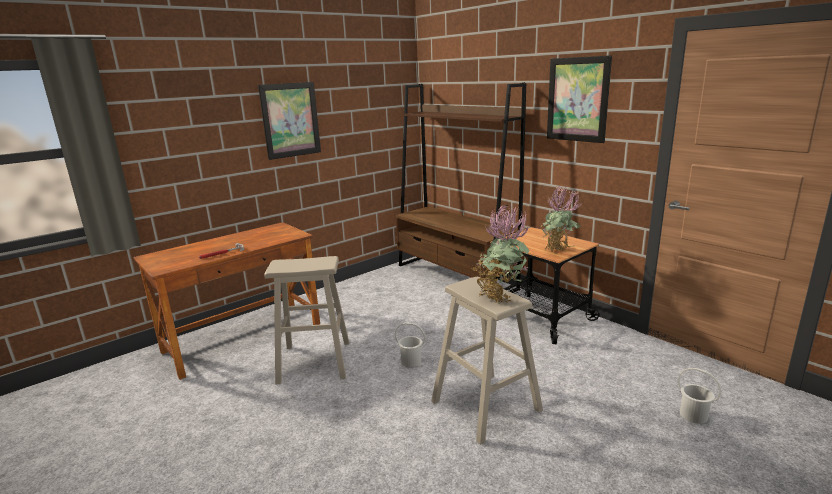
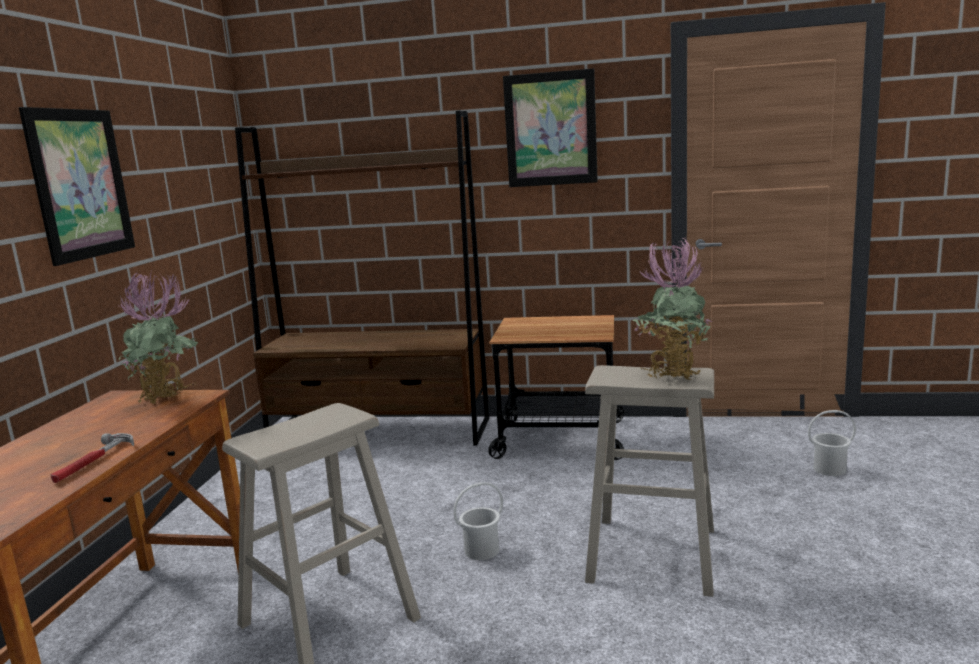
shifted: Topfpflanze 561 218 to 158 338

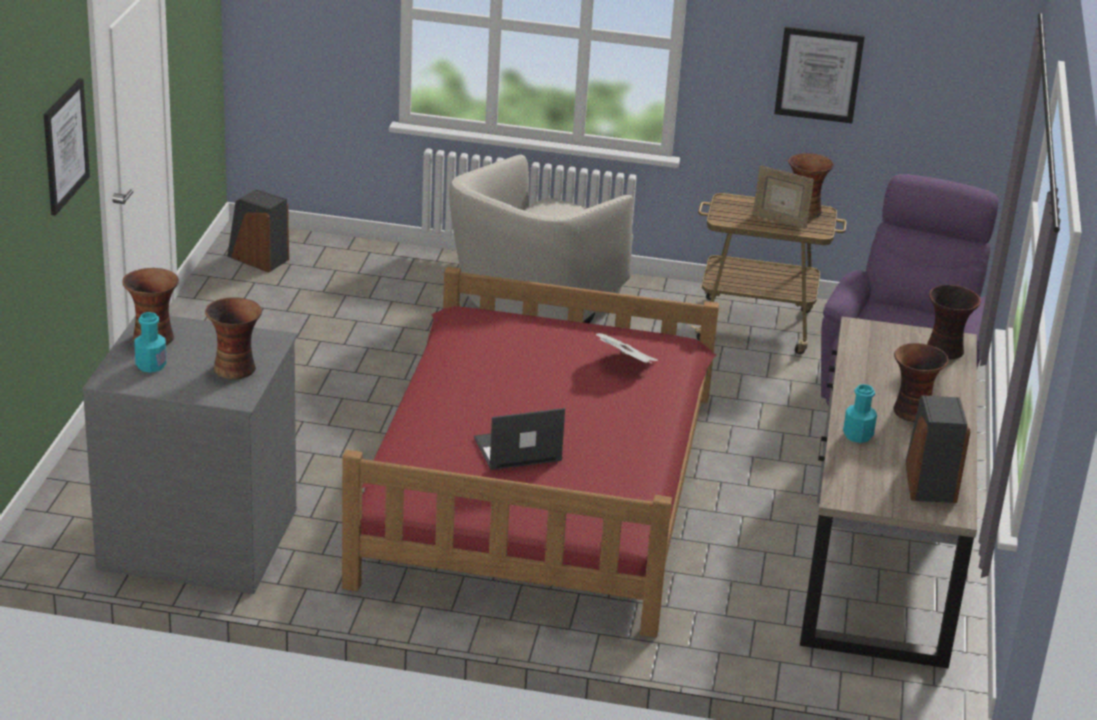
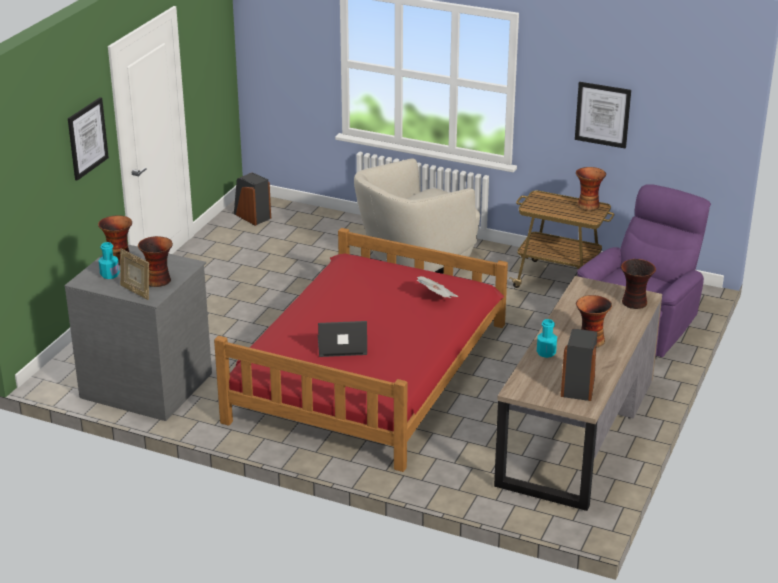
shifted: Bilderrahmen 783 197 to 134 274

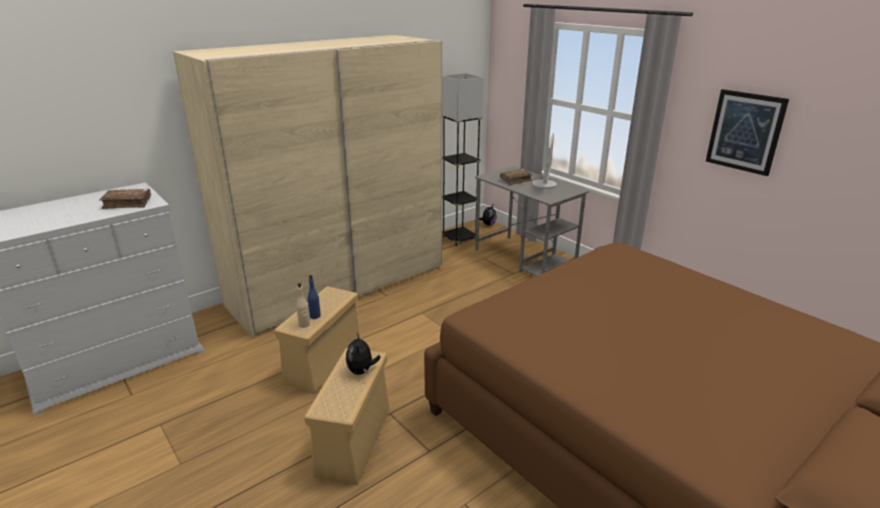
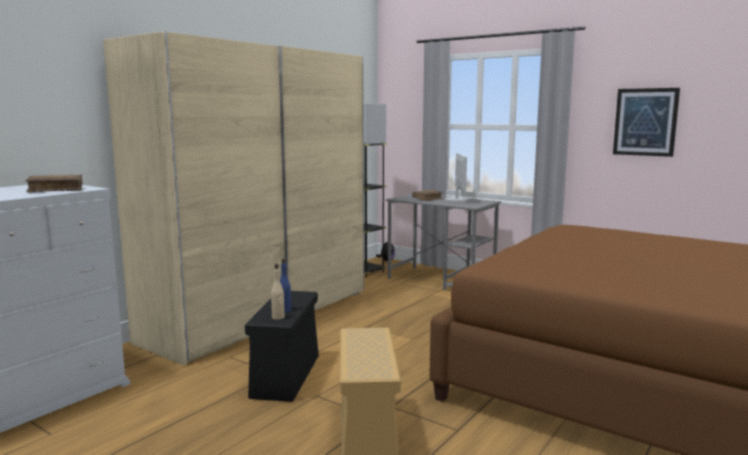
gone: Plüschtier 363 354
repainted: Aufbewahrungsbox (beige) 317 339 to Aufbewahrungsbox (schwarz) 282 346

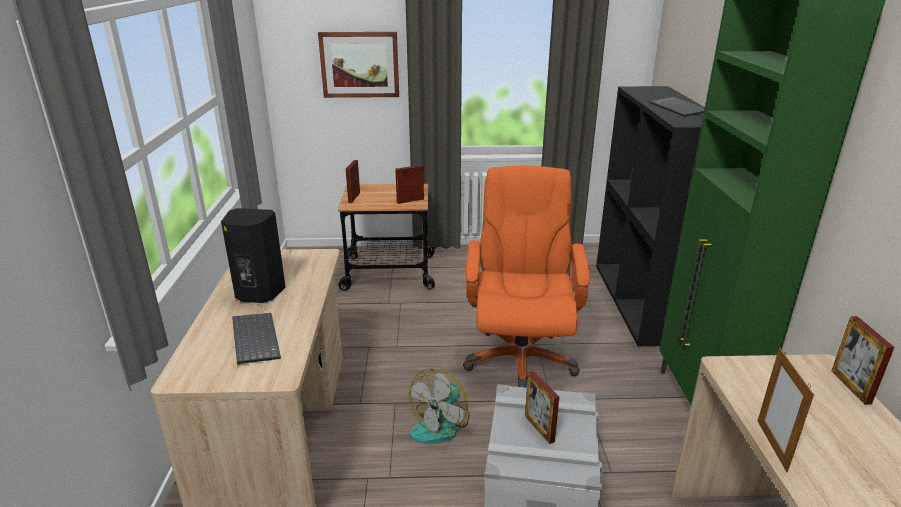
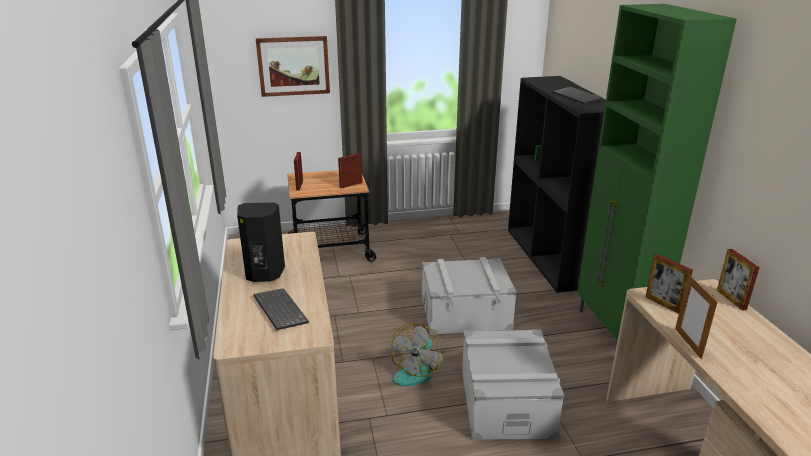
shifted: Bilderrahmen 542 407 to 669 284
swapped: Bürostuhl (orange) 526 276 to Aufbewahrungsbox (grau) 469 296

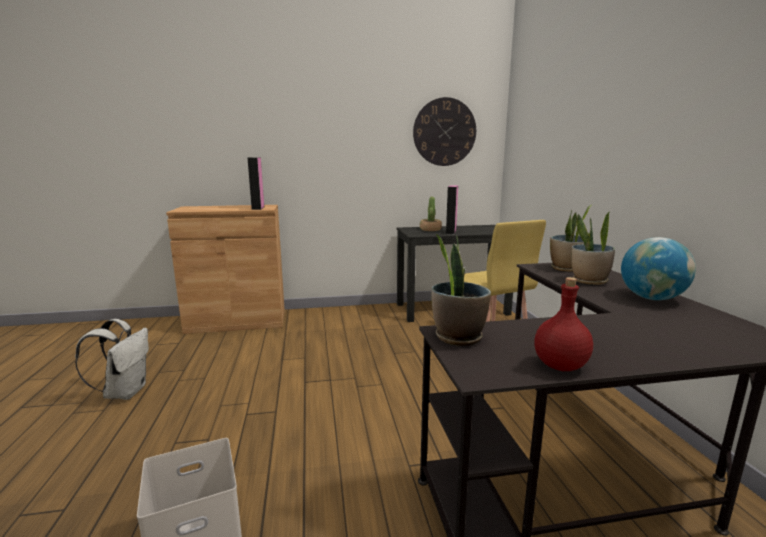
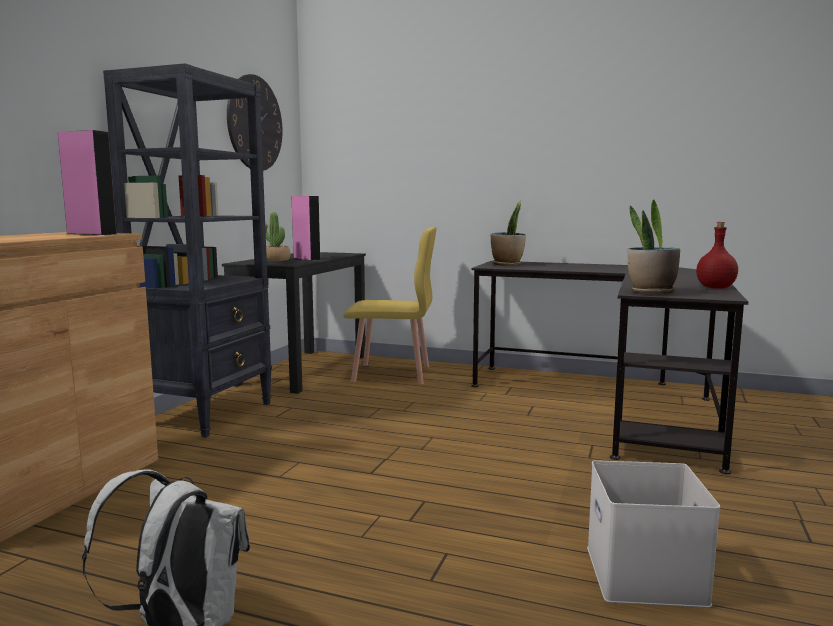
gone: Topfpflanze 593 248; Globus 658 268
new: Bücherregal (schwarz) 187 250

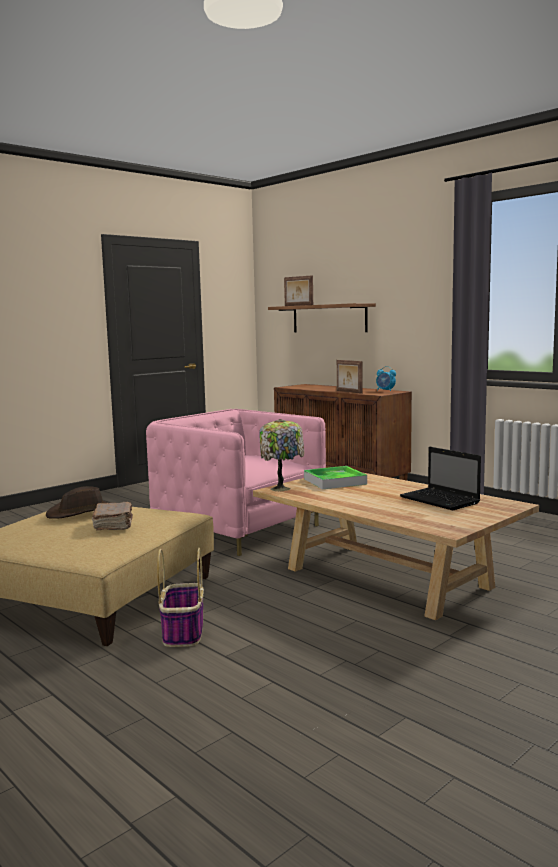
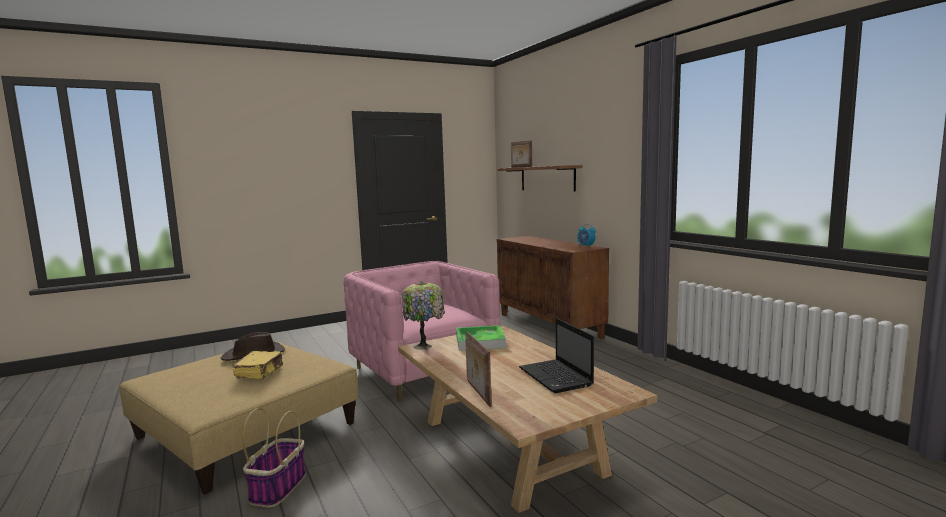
shifted: Bilderrahmen 350 377 to 478 369
repainted: Buch (braun) 112 516 to Buch (gelb) 258 365

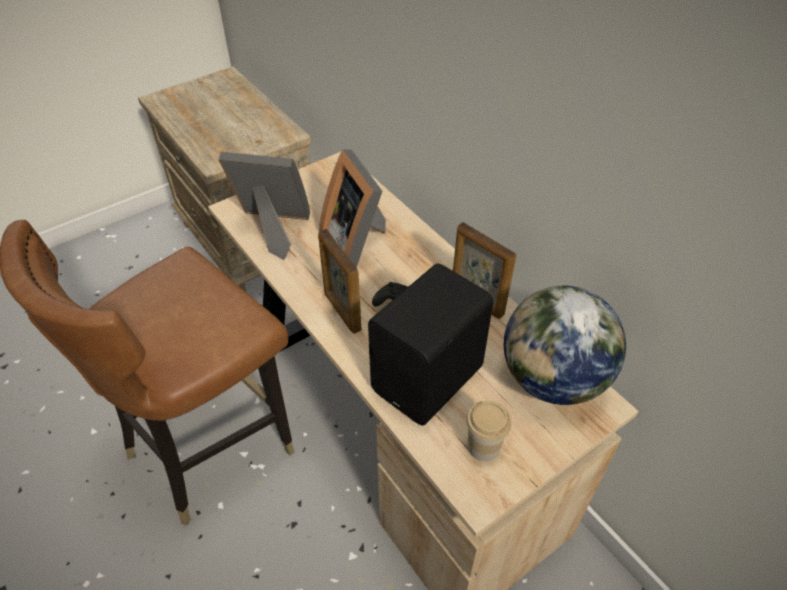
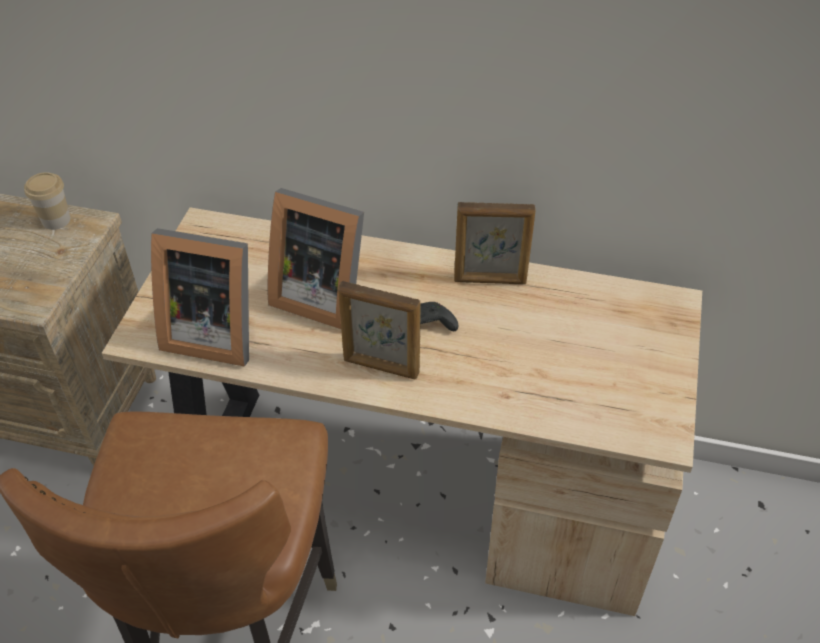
gone: Lautsprecher (schwarz) 430 344; Globus 565 345
shifted: Tasse 488 431 to 47 201
rotated: Bilderrahmen 264 206 = 200 297 135 degrees counterclockwise

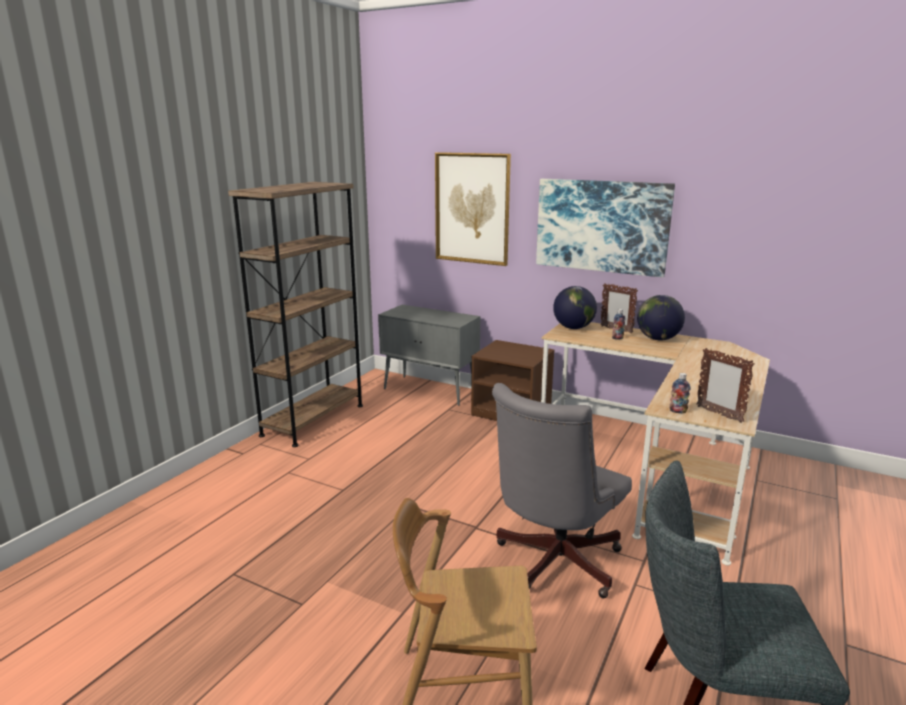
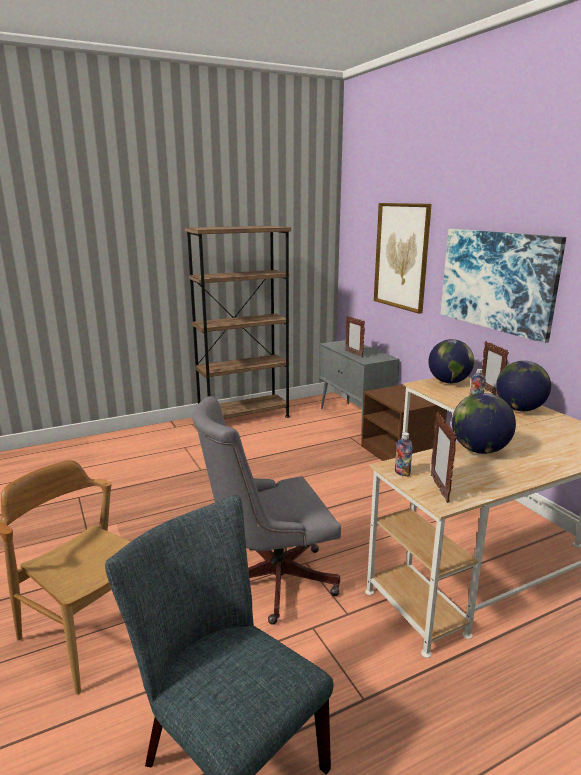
new: Bilderrahmen 355 336; Globus 484 423

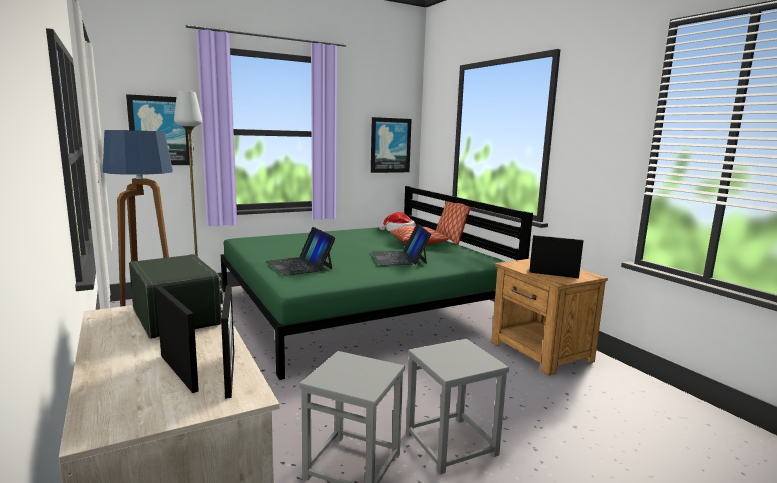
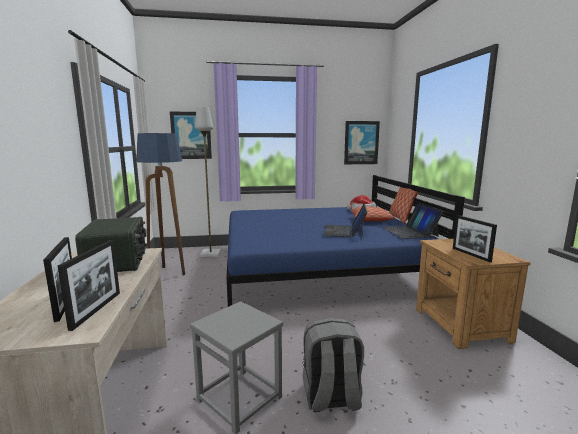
shifted: Laptop 301 251 to 412 221
swapped: Hocker (grau) 457 406 to Rucksack (grau) 333 365
repainted: Bett (grün) 377 283 to Bett (blau) 346 241
rotated: Bilderrahmen 556 256 = 475 238 150 degrees counterclockwise

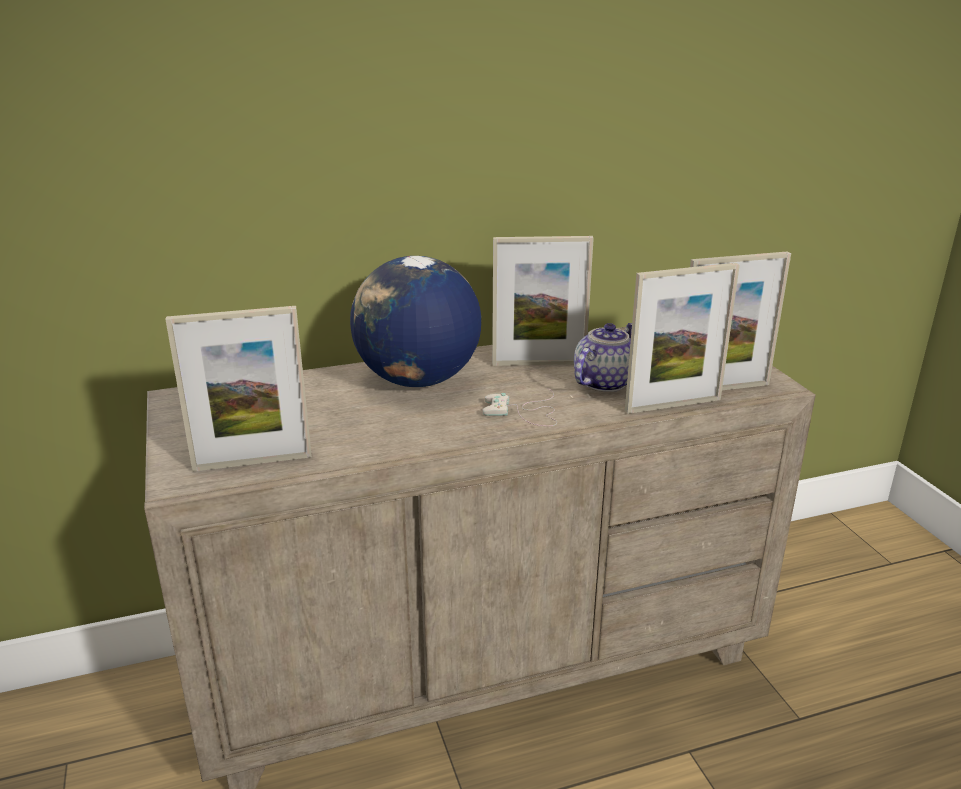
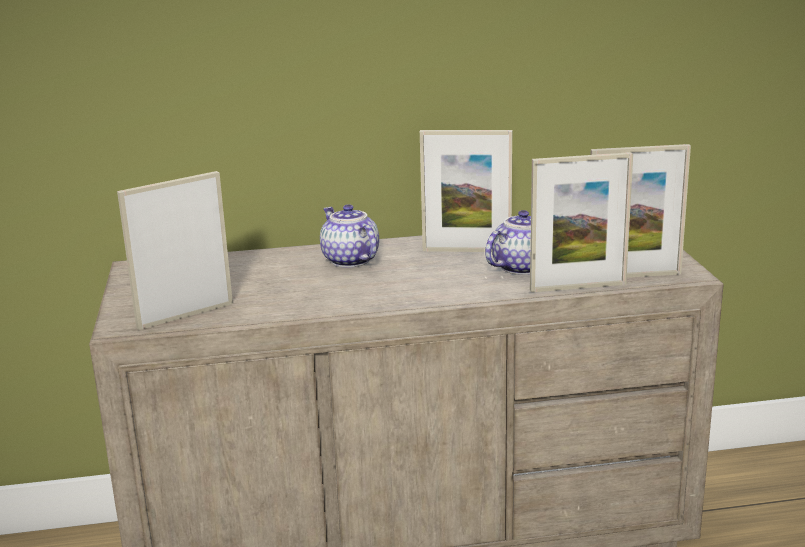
gone: Gamepad (weiß) 519 407
swapped: Globus 415 321 to Teekanne 349 236
rotated: Bilderrahmen 238 389 = 175 250 150 degrees clockwise

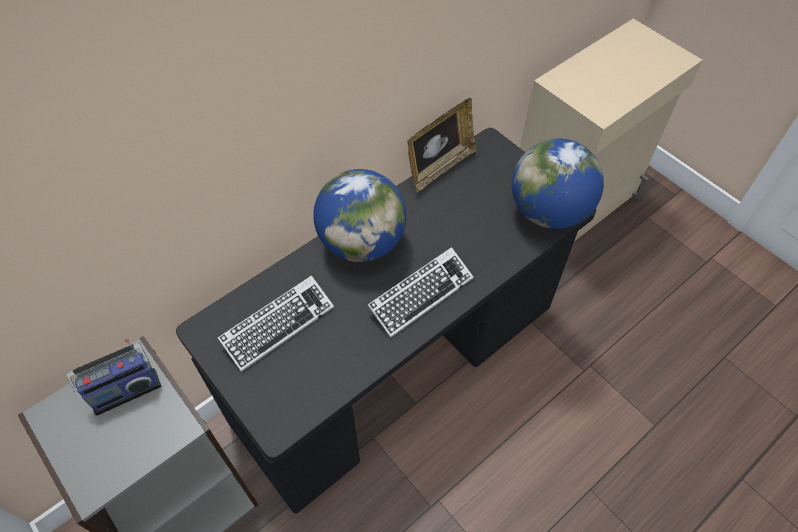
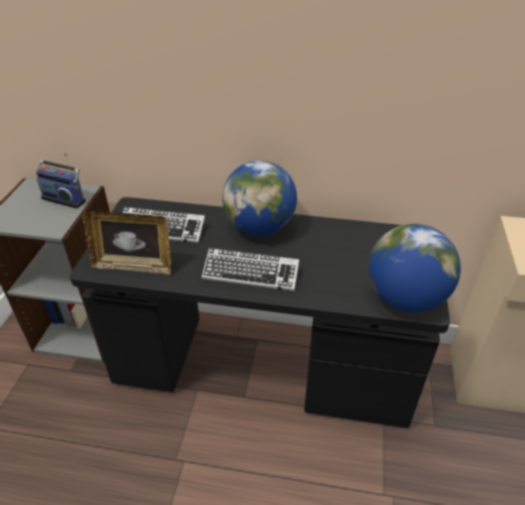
shifted: Bilderrahmen 442 145 to 126 243

